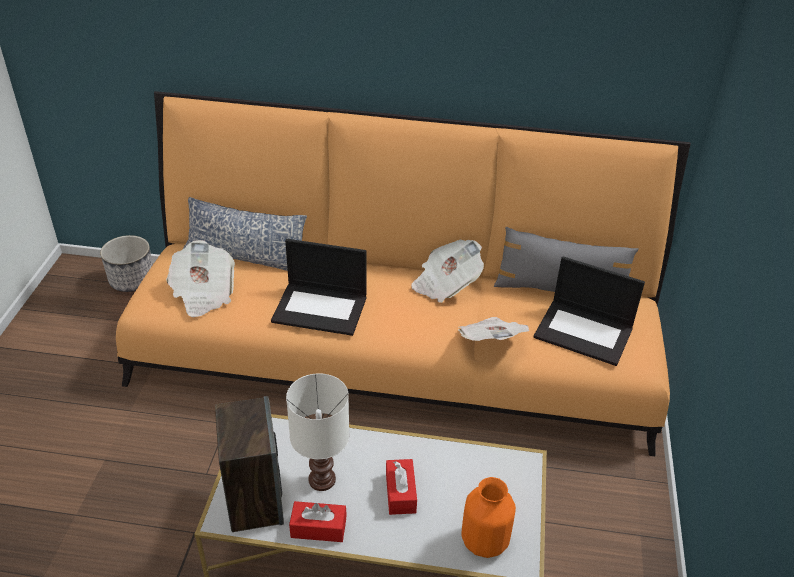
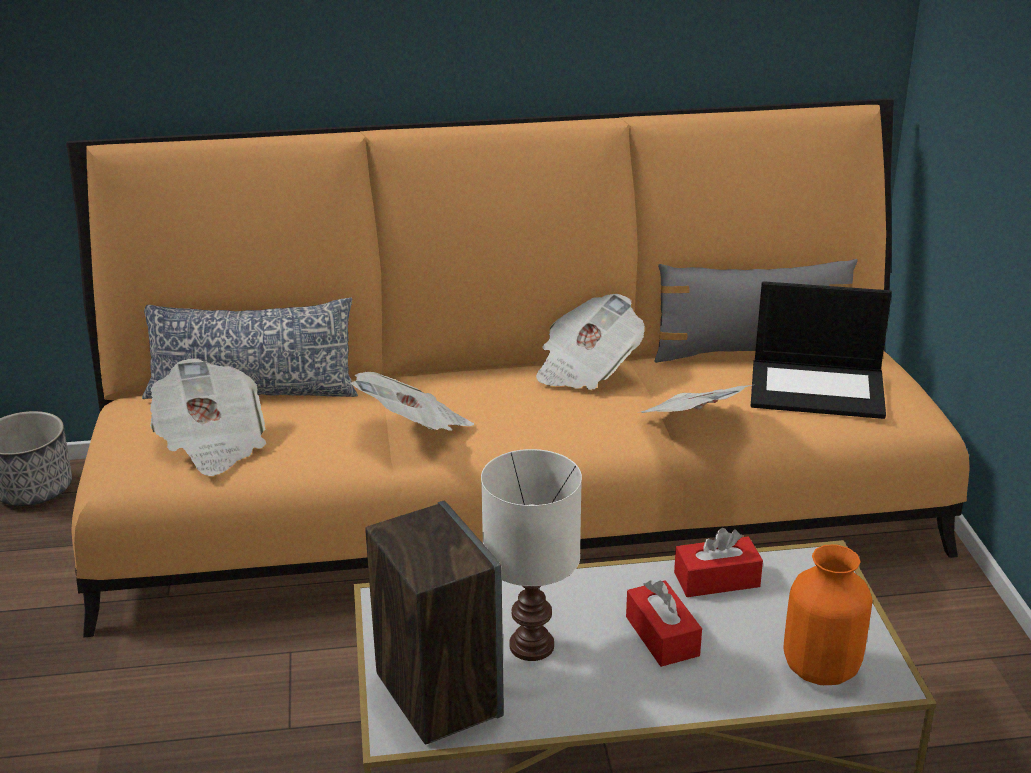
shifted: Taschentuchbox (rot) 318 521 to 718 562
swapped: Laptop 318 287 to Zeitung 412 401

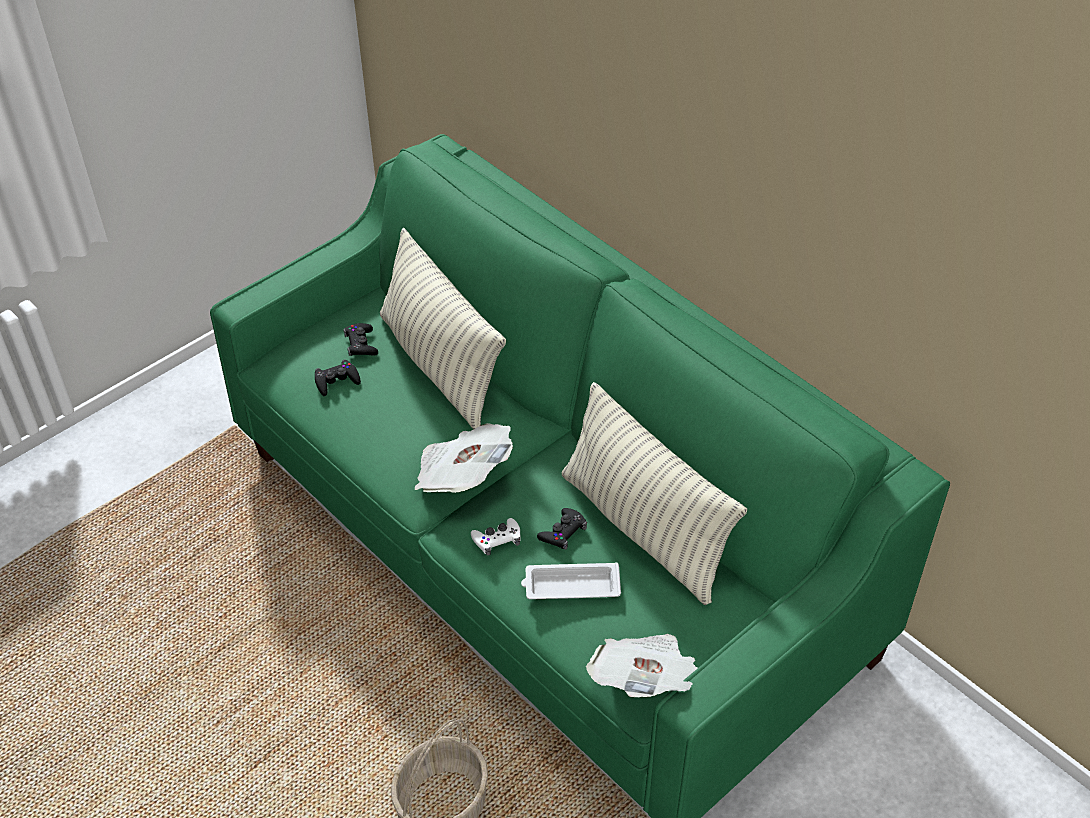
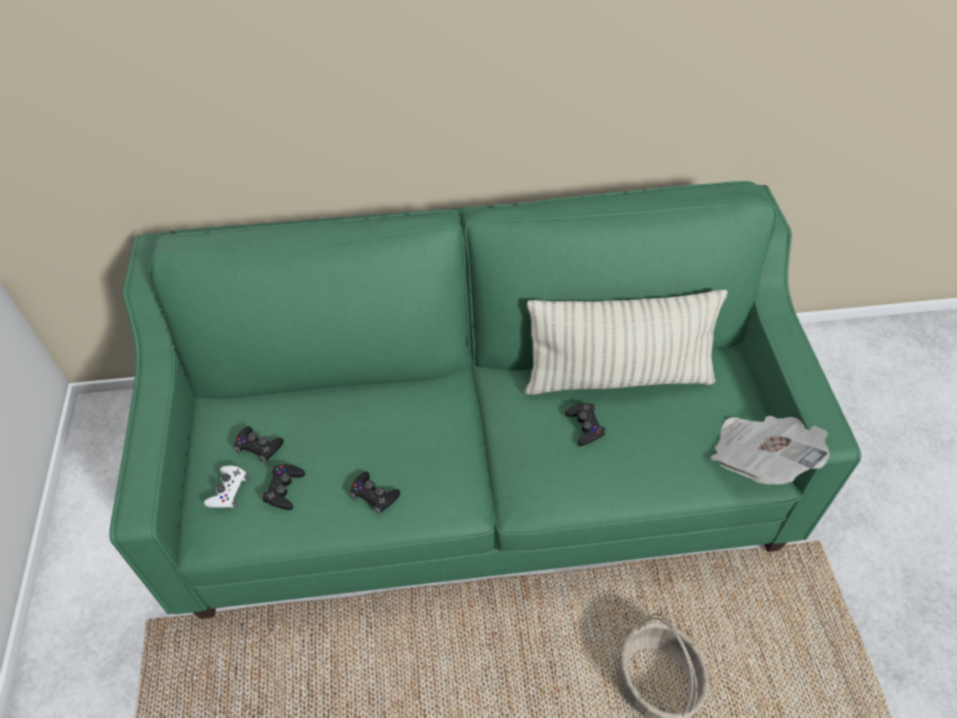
gone: Kissen 443 328; Zeitung 463 458; Tablett (weiß) 571 580
new: Gamepad (schwarz) 375 493
shifted: Gamepad (weiß) 495 537 to 226 487

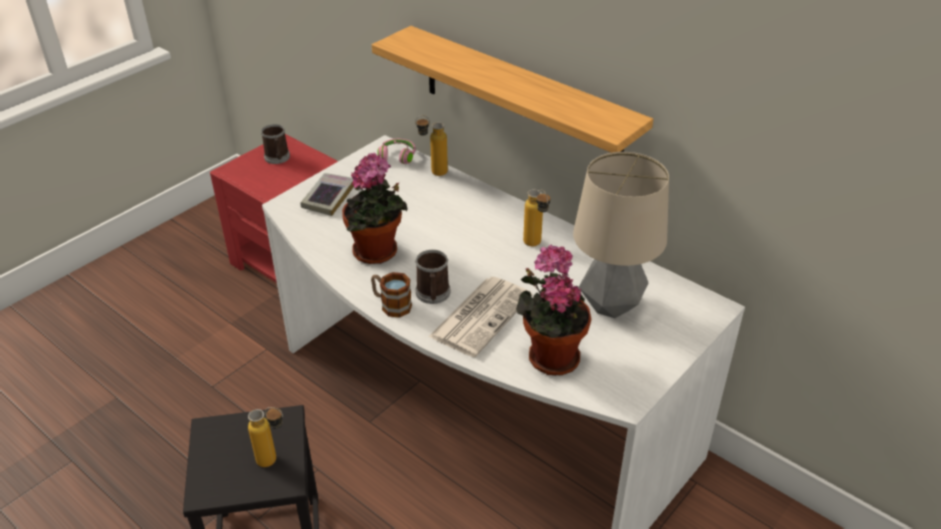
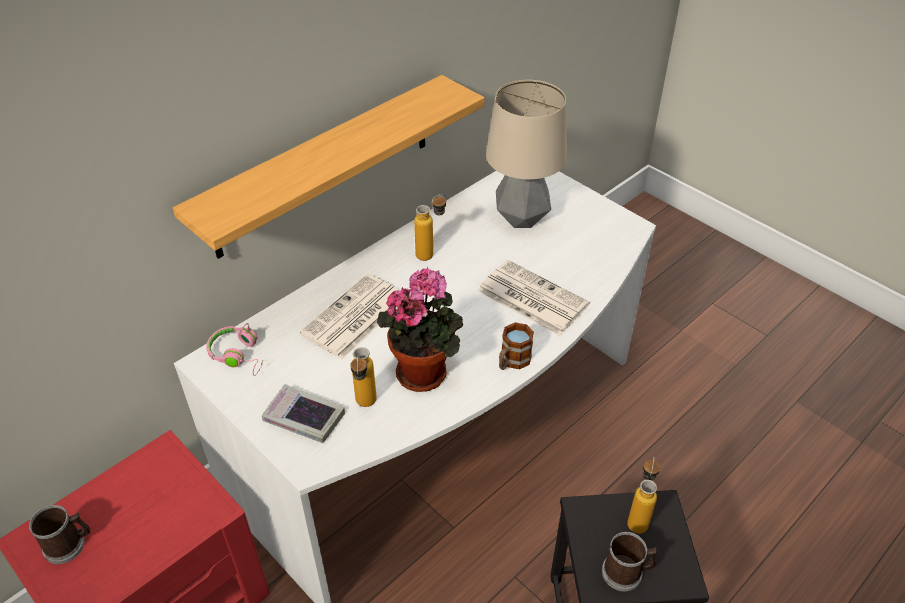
gone: Topfpflanze 553 310
new: Zeitung 350 316
shifted: Flasche 431 145 to 363 377; Henkelbecher 432 277 to 630 562

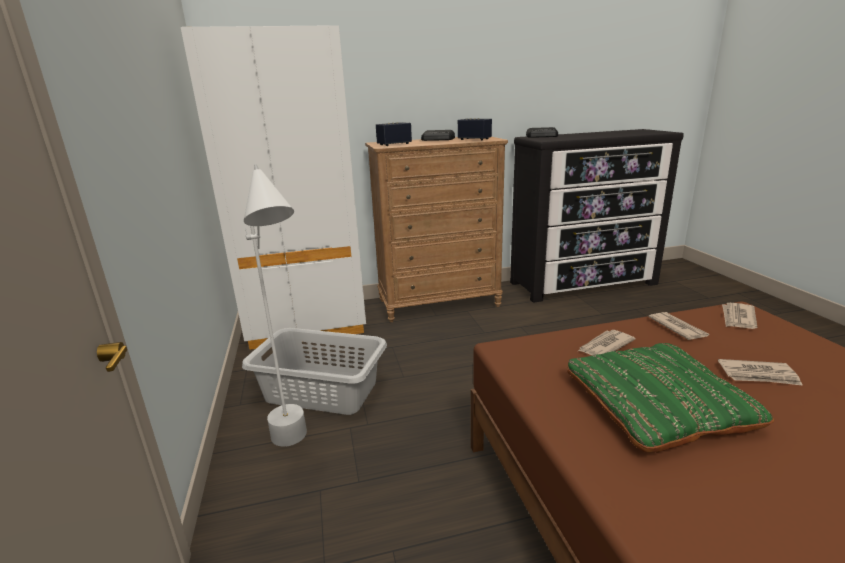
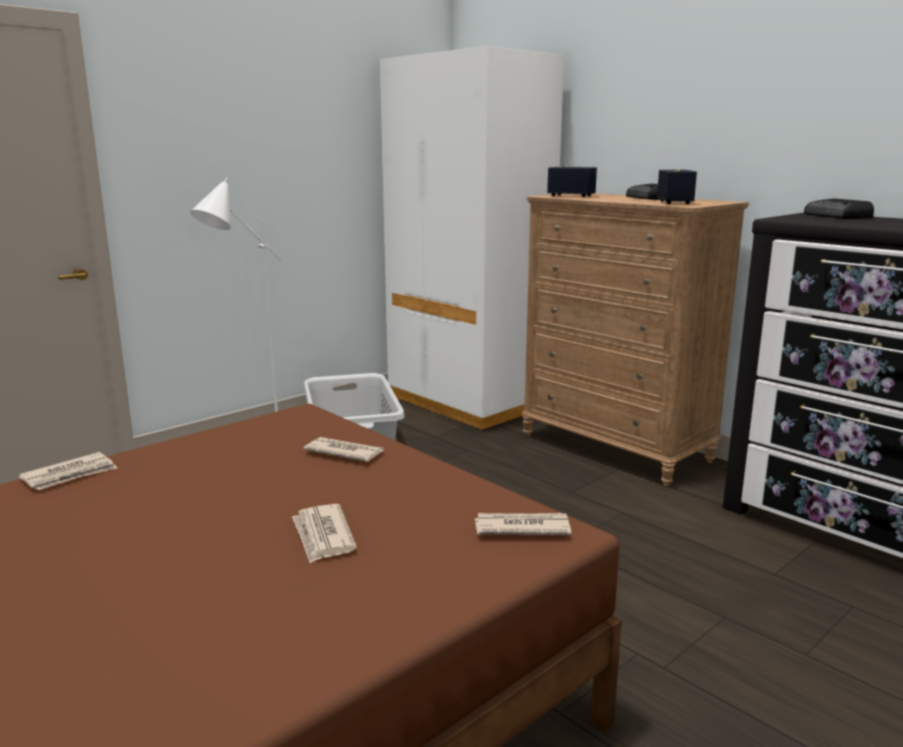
gone: Kissen (grün) 670 398
shifted: Zeitung 678 326 to 67 471

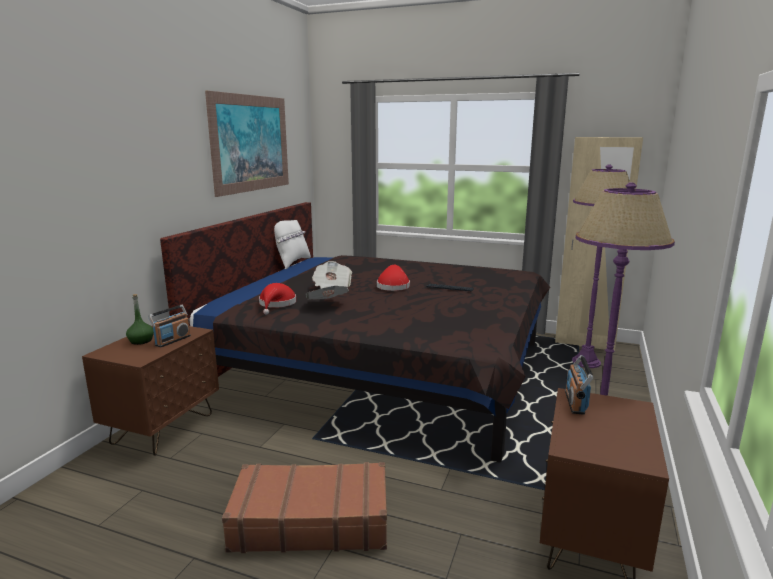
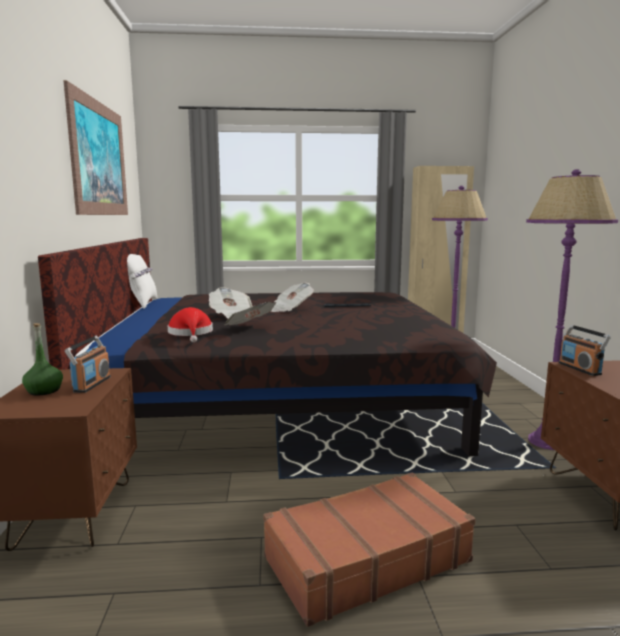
swapped: Hut (rot) 393 278 to Zeitung 292 297

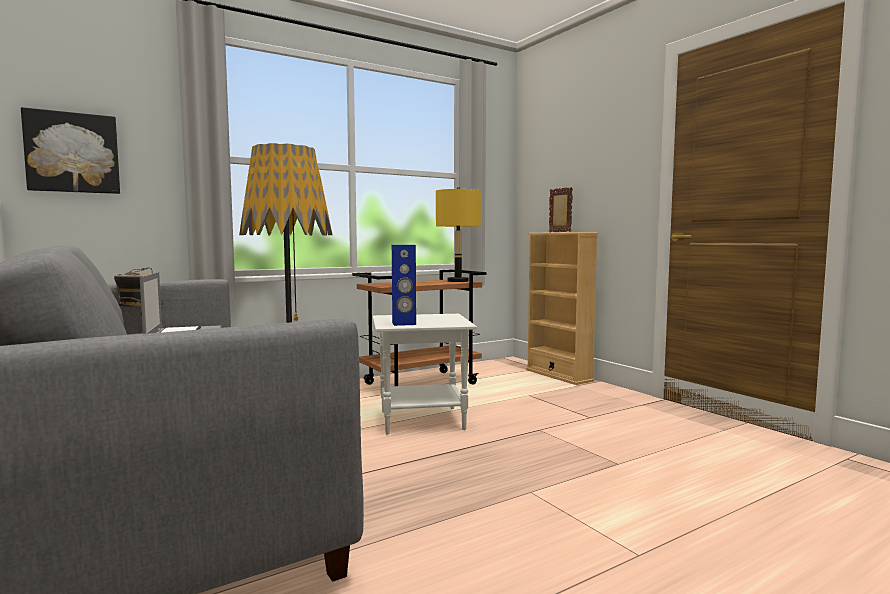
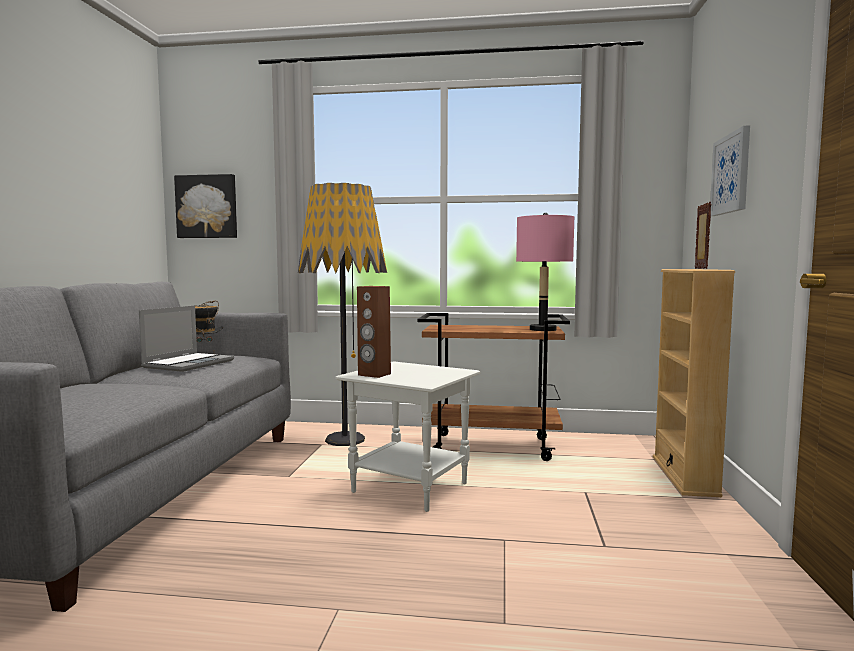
new: Bild 730 170
repainted: Tischlampe (gelb) 458 234 to Tischlampe (rosa) 545 272; Lautsprecher (blau) 404 285 to Lautsprecher (braun) 374 332

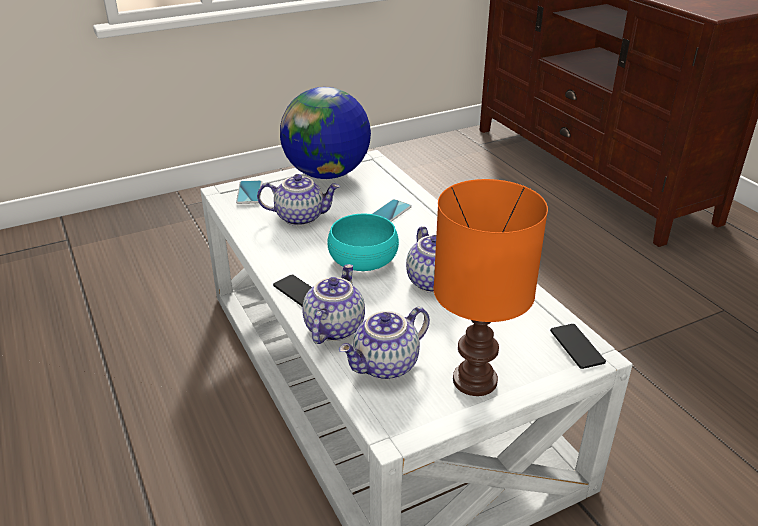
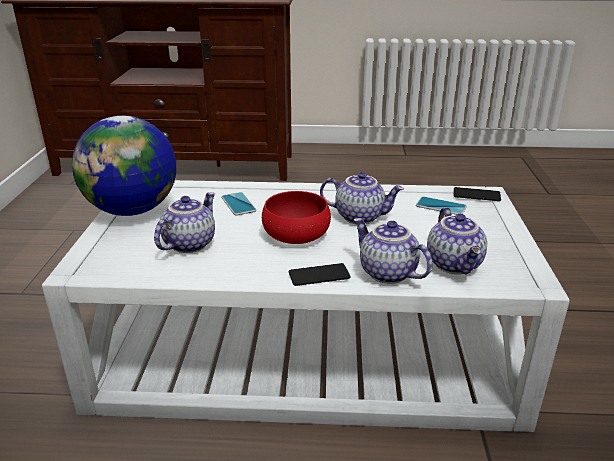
gone: Tischlampe (orange) 490 287
shifted: Handy 249 192 to 441 206
repainted: Schüssel (türkis) 363 242 to Schüssel (rot) 296 217

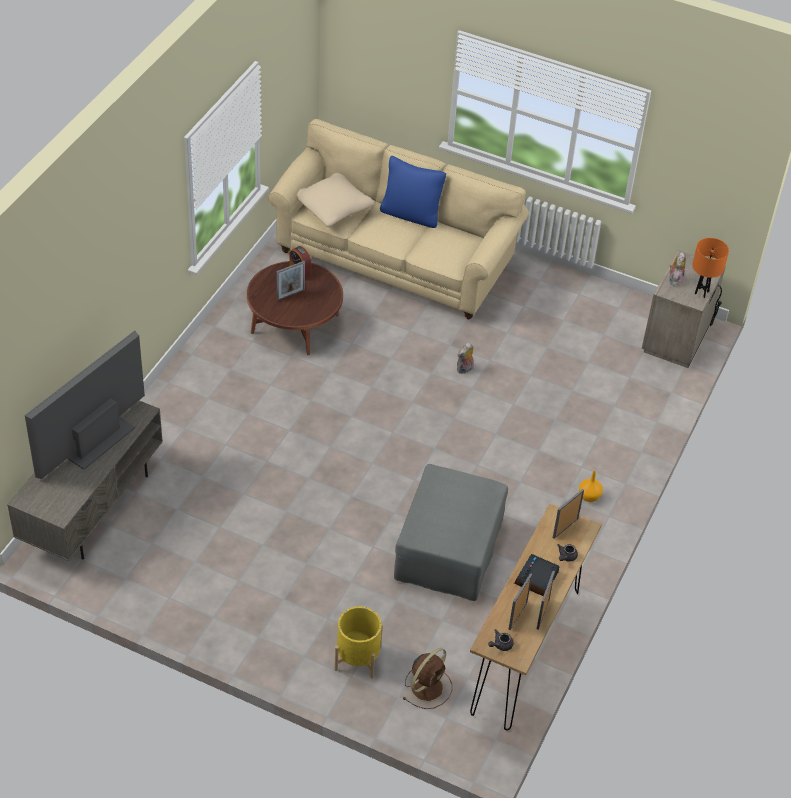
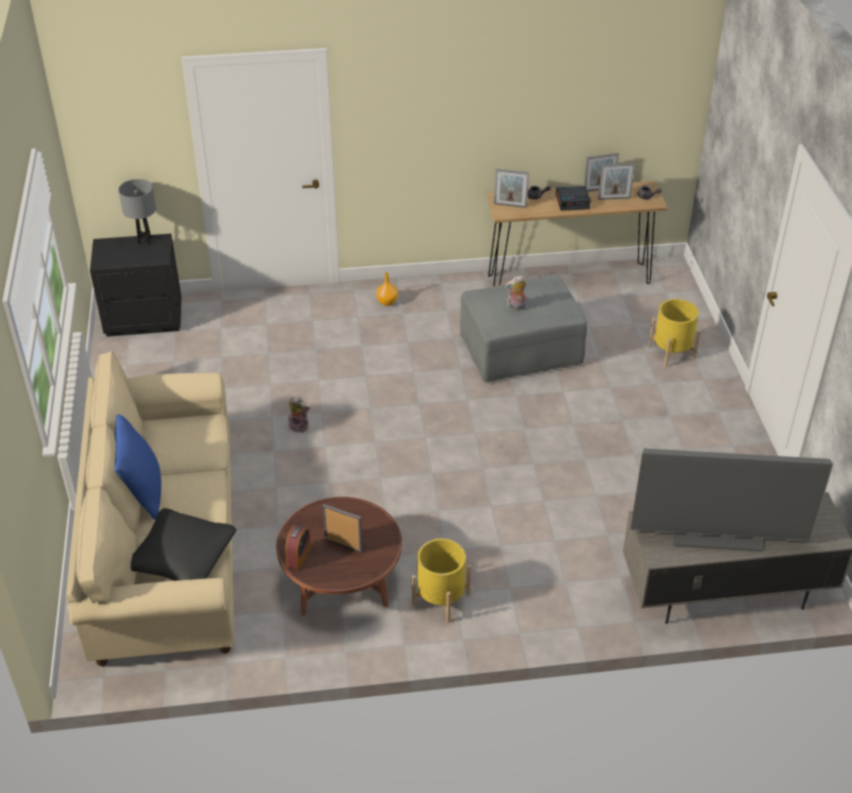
gone: Ventilator (braun) 427 678
new: Pflanzkübel (gelb) 441 581
shifted: Plüschtier 677 269 to 516 293
repainted: Kissen (beige) 336 200 to Kissen (schwarz) 183 544; Tischlampe (orange) 710 268 to Tischlampe (grau) 137 211; Nachttisch (beige) 684 309 to Nachttisch (schwarz) 135 285

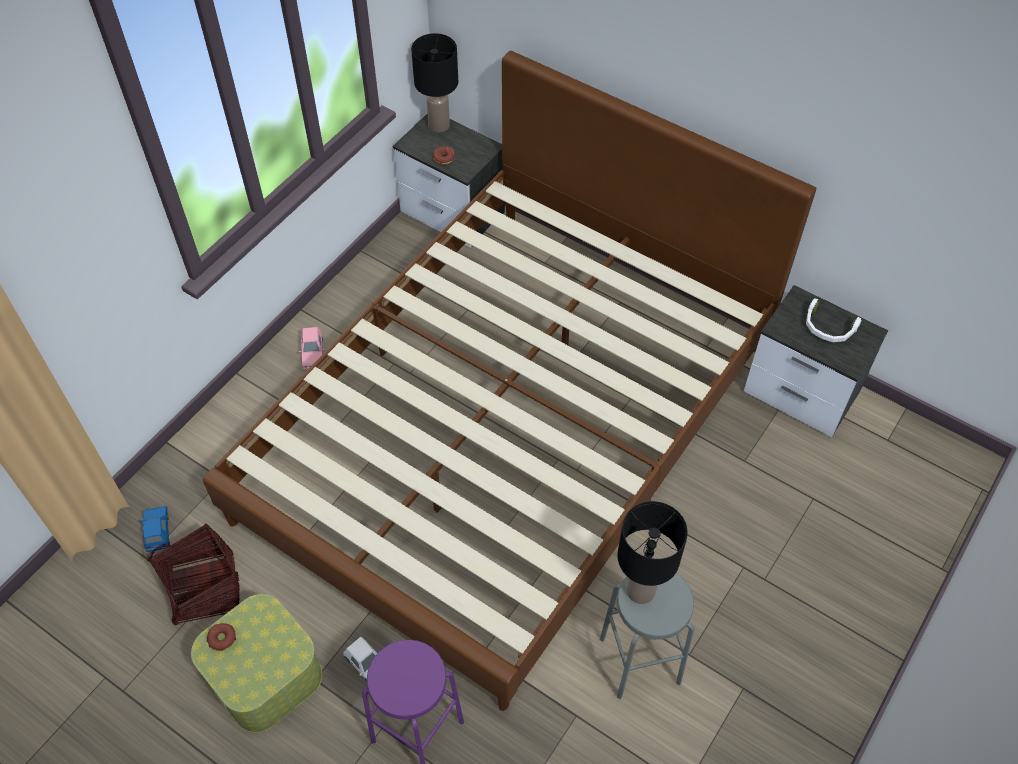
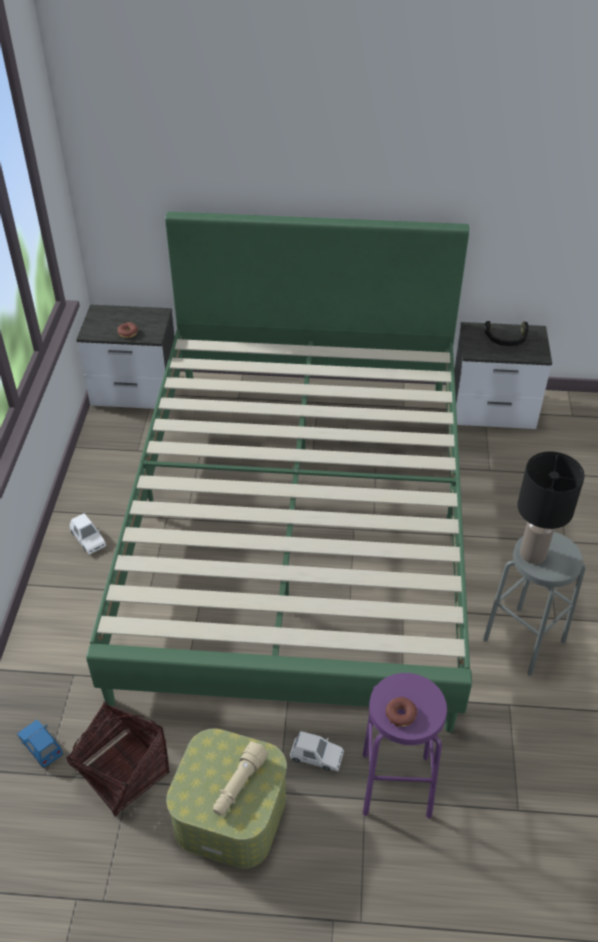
gone: Tischlampe (schwarz) 434 82
new: Taschenlampe (beige) 241 778
shifted: Donut 221 637 to 401 712
repainted: Bett (braun) 509 381 to Bett (grün) 279 472; Kopfhörer (weiß) 834 320 to Kopfhörer (schwarz) 506 333; Spielzeugauto (rosa) 311 348 to Spielzeugauto (weiß) 87 534

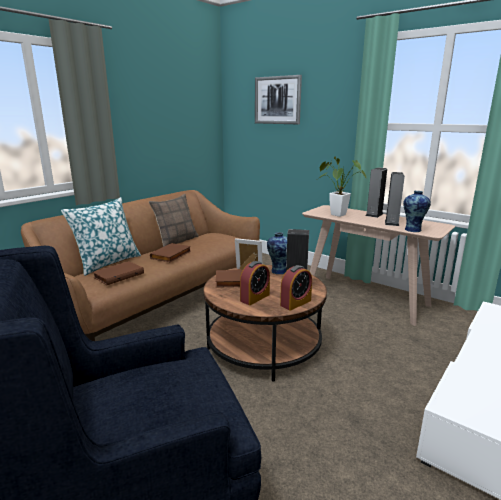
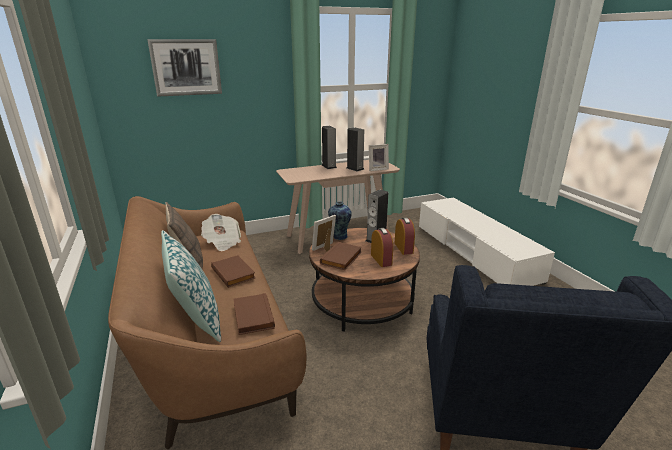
gone: Topfpflanze 342 186
new: Zeitung 221 232
swapped: Vase 417 211 to Bilderrahmen 379 157

